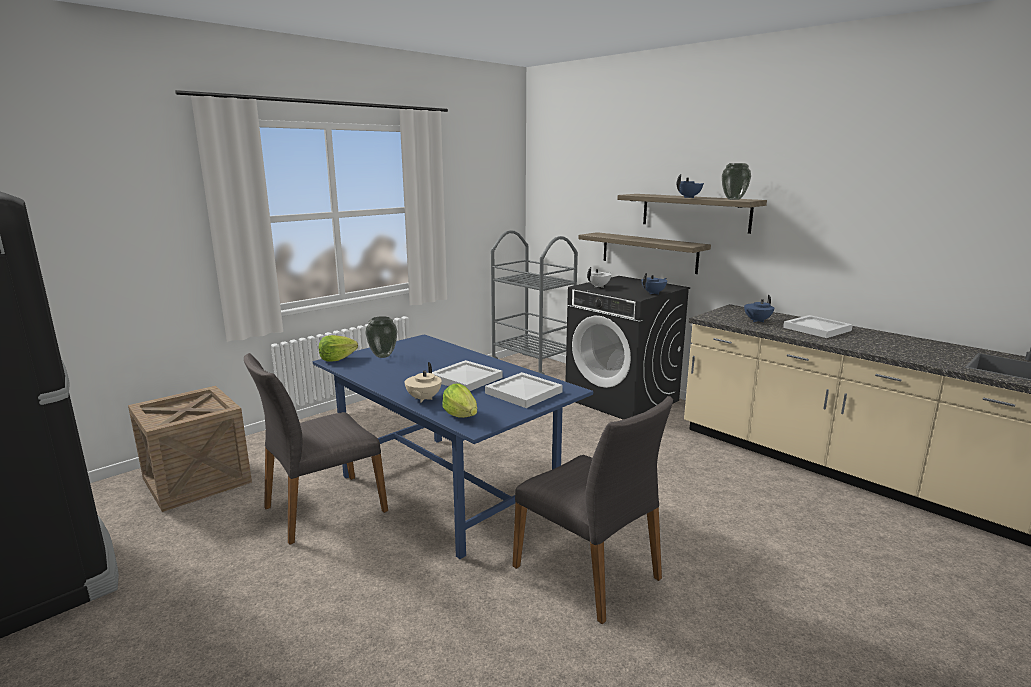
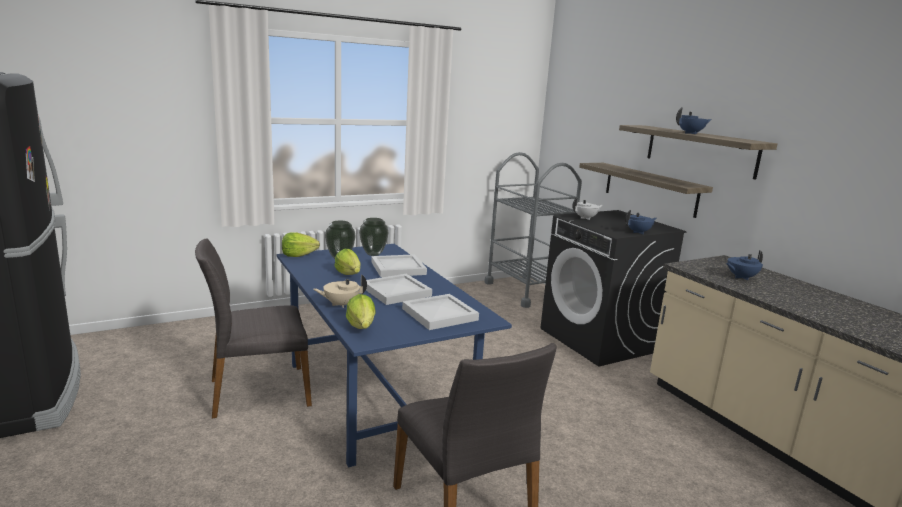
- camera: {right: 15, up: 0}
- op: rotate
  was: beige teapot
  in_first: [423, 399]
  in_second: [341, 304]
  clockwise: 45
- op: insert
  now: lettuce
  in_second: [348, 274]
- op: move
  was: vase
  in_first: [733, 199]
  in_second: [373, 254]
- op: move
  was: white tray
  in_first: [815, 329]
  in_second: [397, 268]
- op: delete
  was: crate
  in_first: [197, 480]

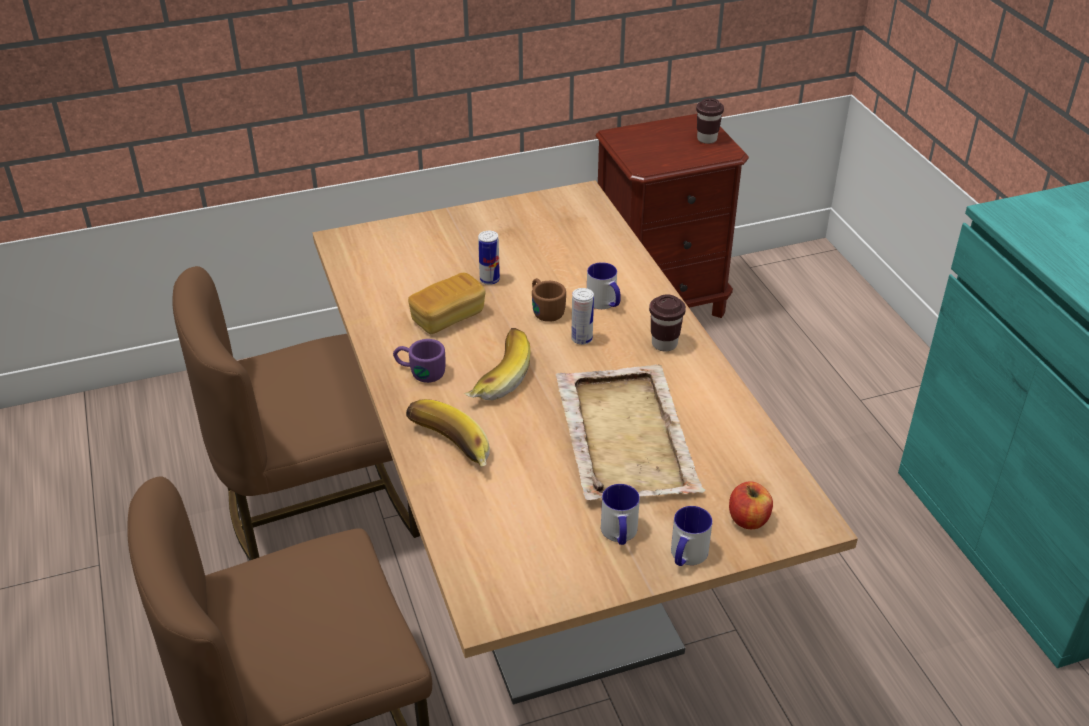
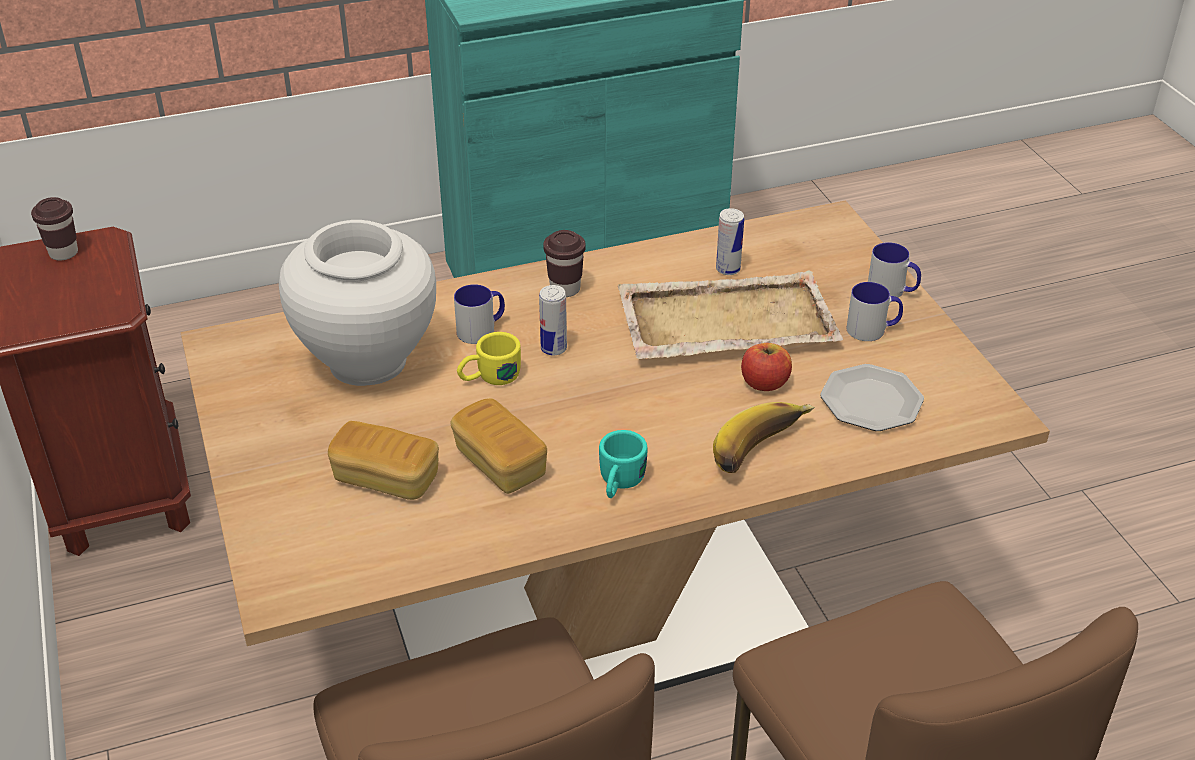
- camera: {right: -90, up: 0}
- op: insert
  now: white vase
  in_second: [368, 362]
- op: insert
  now: bread
  in_second: [386, 478]
- op: recolor
  was: brown mug
  now: yellow mug
  in_first: [544, 309]
  in_second: [489, 378]
- op: recolor
  was: purple mug
  now: turquoise mug
  in_first: [419, 372]
  in_second: [619, 484]
- op: move
  was: can
  in_first: [489, 280]
  in_second: [728, 269]
- op: move
  was: apple
  in_first: [748, 519]
  in_second: [764, 383]
- op: insert
  now: plate
  in_second: [871, 400]
- op: delete
  was: banana
  in_first: [495, 376]

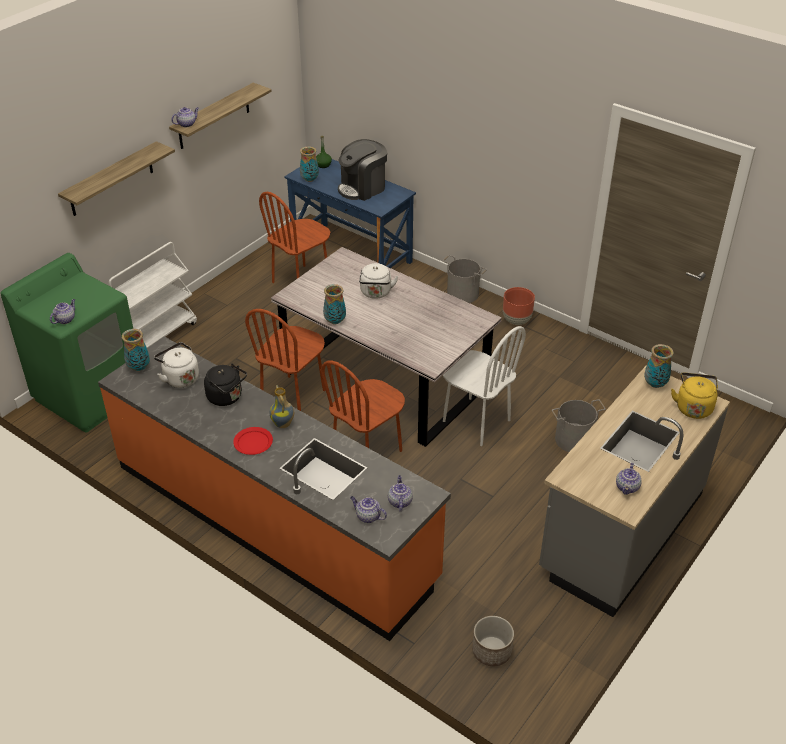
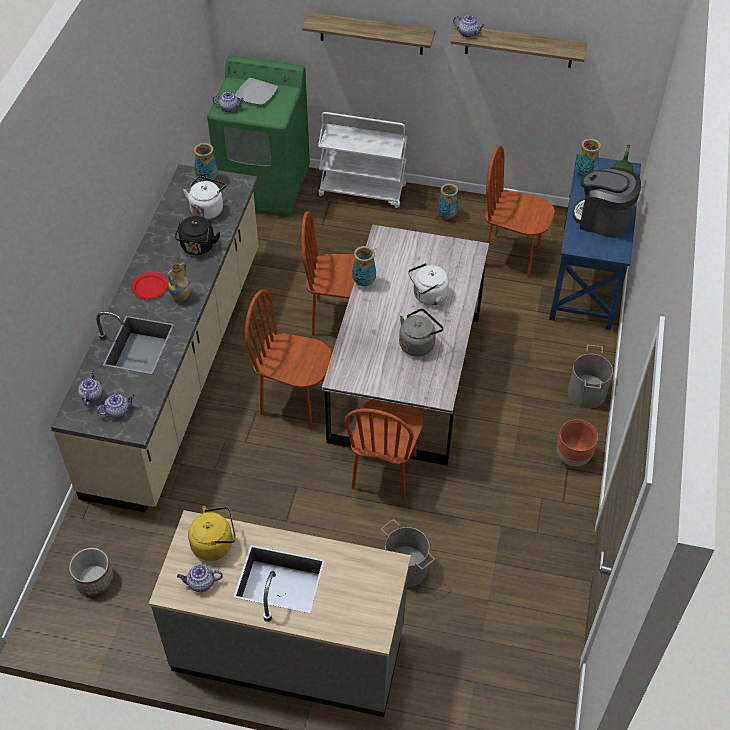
- camera: {right: 65, up: 10}
- op: recolor
  was: orange counter
  now: beige counter
  in_first: [274, 521]
  in_second: [178, 367]
- op: move
  was: yellow kettle
  in_first: [693, 407]
  in_second: [215, 544]
- op: insert
  now: plate
  in_second: [256, 94]
- op: recolor
  was: white chair
  now: brown chair
  in_first: [476, 422]
  in_second: [385, 472]
- op: insert
  now: grey kettle
  in_second: [418, 344]
- op: move
  was: vase
  in_first: [655, 384]
  in_second: [447, 216]

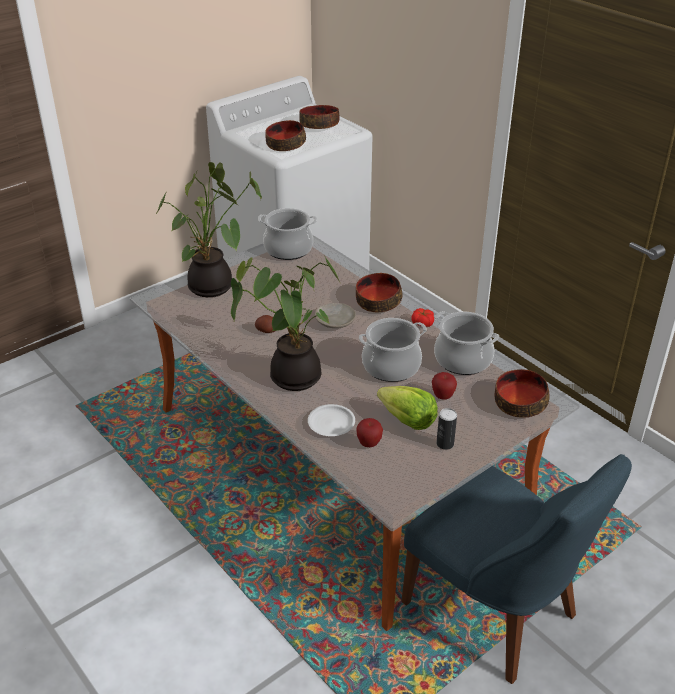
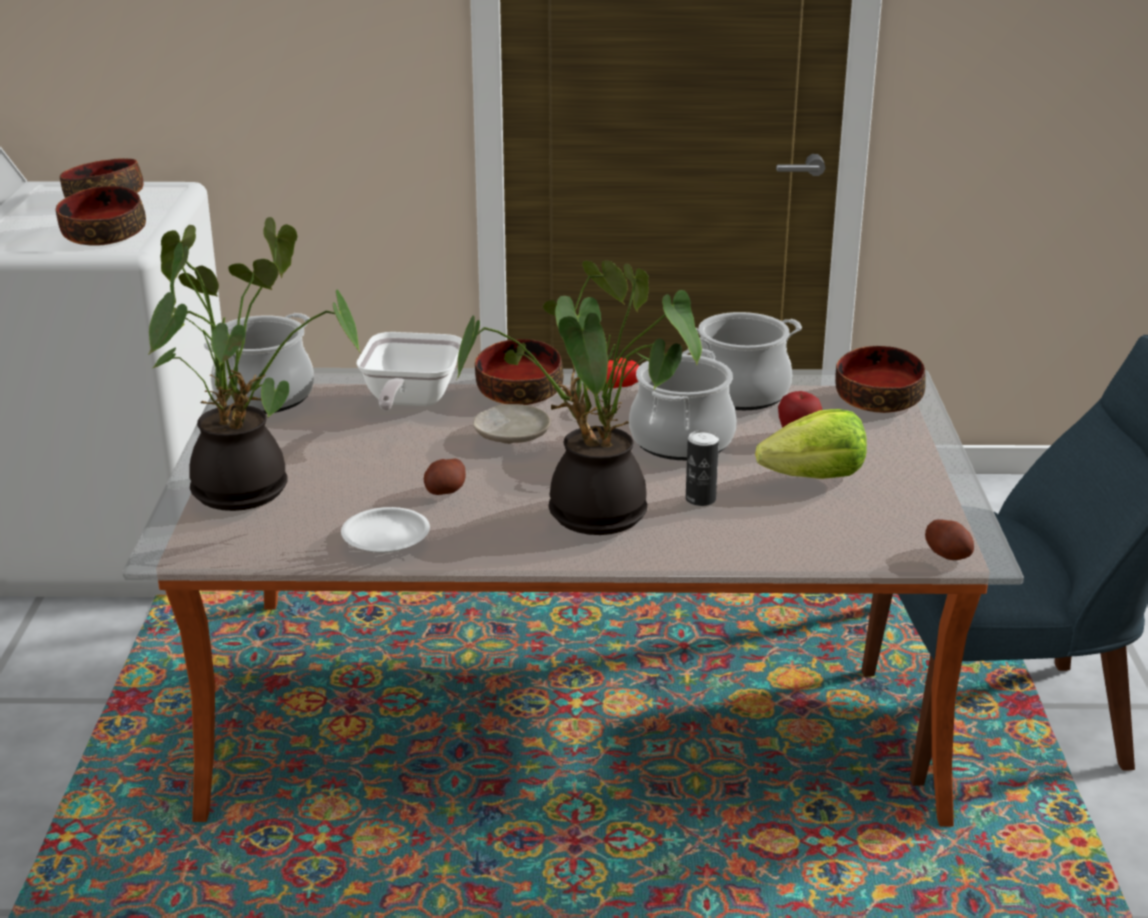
- camera: {right: -50, up: -10}
- op: move
  was: white plate
  in_first: [331, 423]
  in_second: [385, 536]
- op: insert
  now: frying pan
  in_second: [409, 402]
- op: move
  was: can
  in_first: [445, 444]
  in_second: [700, 499]
- op: insert
  now: potato
  in_second: [948, 554]
- op: delete
  was: apple
  in_first: [369, 443]

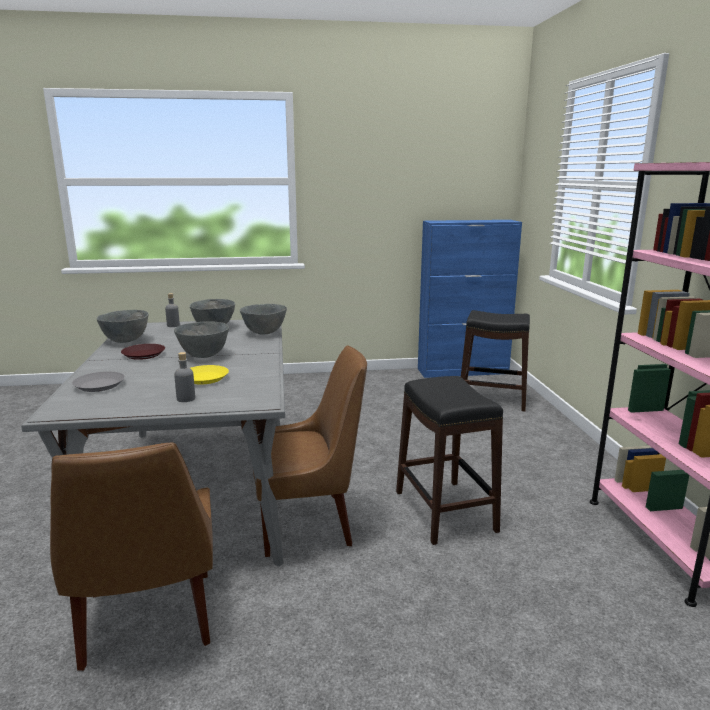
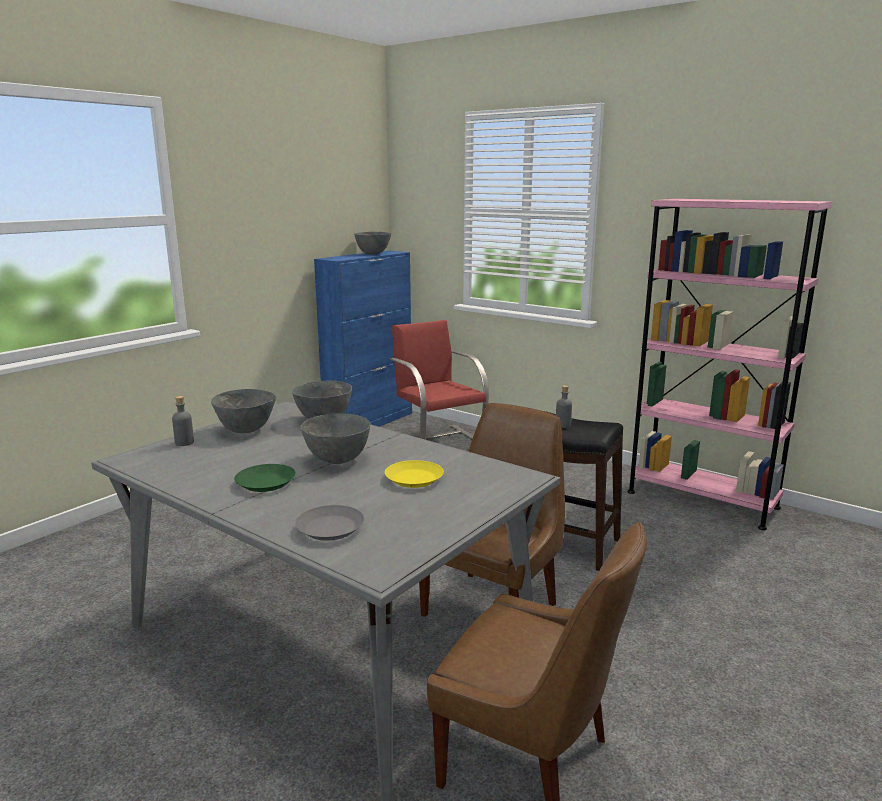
- camera: {right: -45, up: 0}
- op: recolor
  was: brown plate
  now: green plate
  in_first: [143, 355]
  in_second: [265, 483]
- op: move
  was: grey bowl
  in_first: [125, 341]
  in_second: [373, 254]
- op: replace
  was: black stool
  now: red chair
  in_first: [492, 399]
  in_second: [438, 440]
- op: move
  was: grey bottle
  in_first: [186, 399]
  in_second: [563, 425]

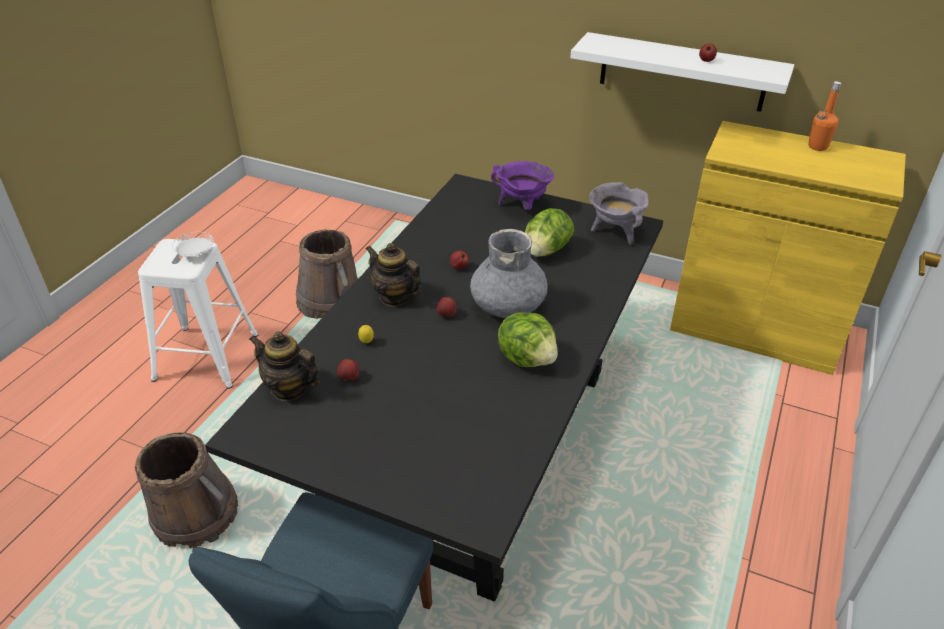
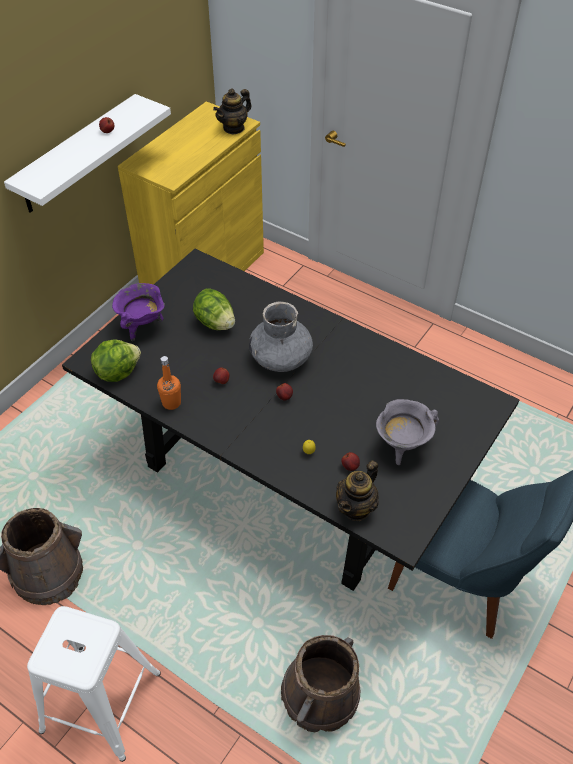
- camera: {right: -80, up: 10}
- op: move
  was: lettuce
  in_first: [527, 358]
  in_second: [117, 372]
- op: move
  was: orange bottle
  in_first: [817, 147]
  in_second: [171, 403]
- op: move
  was: teapot
  in_first: [395, 296]
  in_second: [234, 128]
- op: move
  was: grey cooking pot
  in_first: [615, 232]
  in_second: [402, 446]
- op: delete
  was: white plate
  in_first: [196, 253]

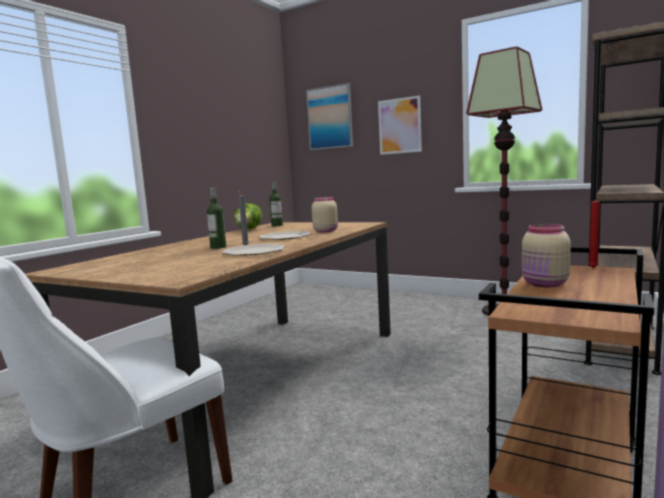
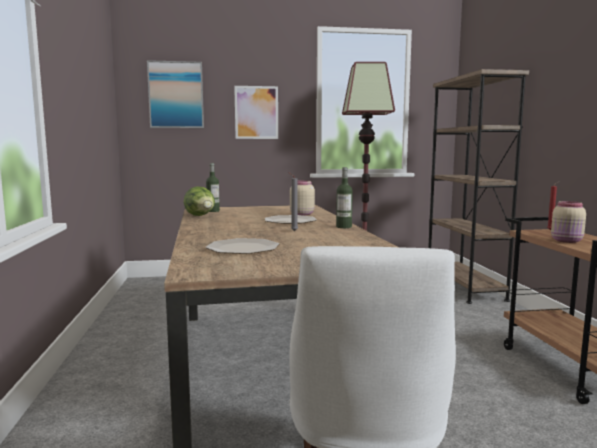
- camera: {right: -40, up: 0}
- op: move
  was: plate
  in_first: [253, 252]
  in_second: [242, 248]
- op: move
  was: bottle
  in_first: [218, 247]
  in_second: [344, 227]

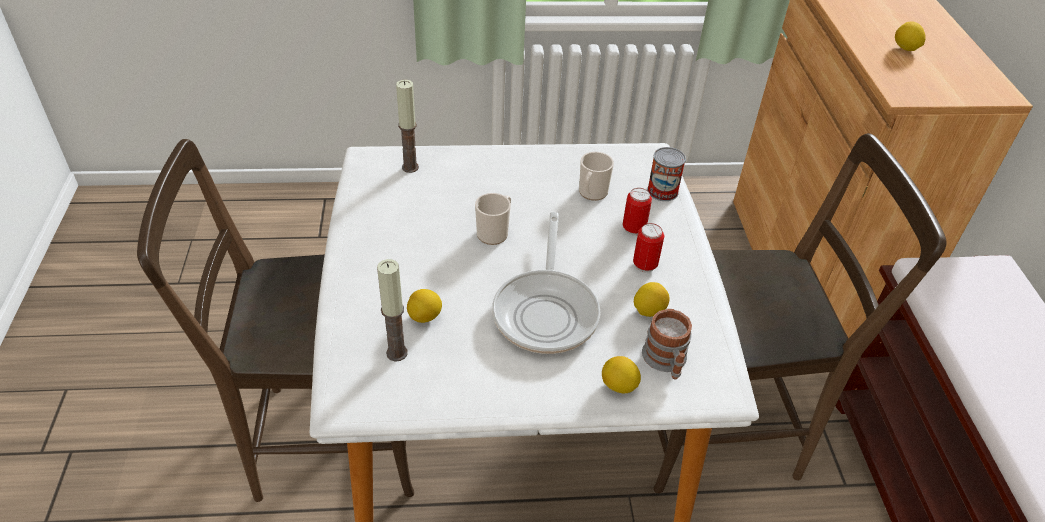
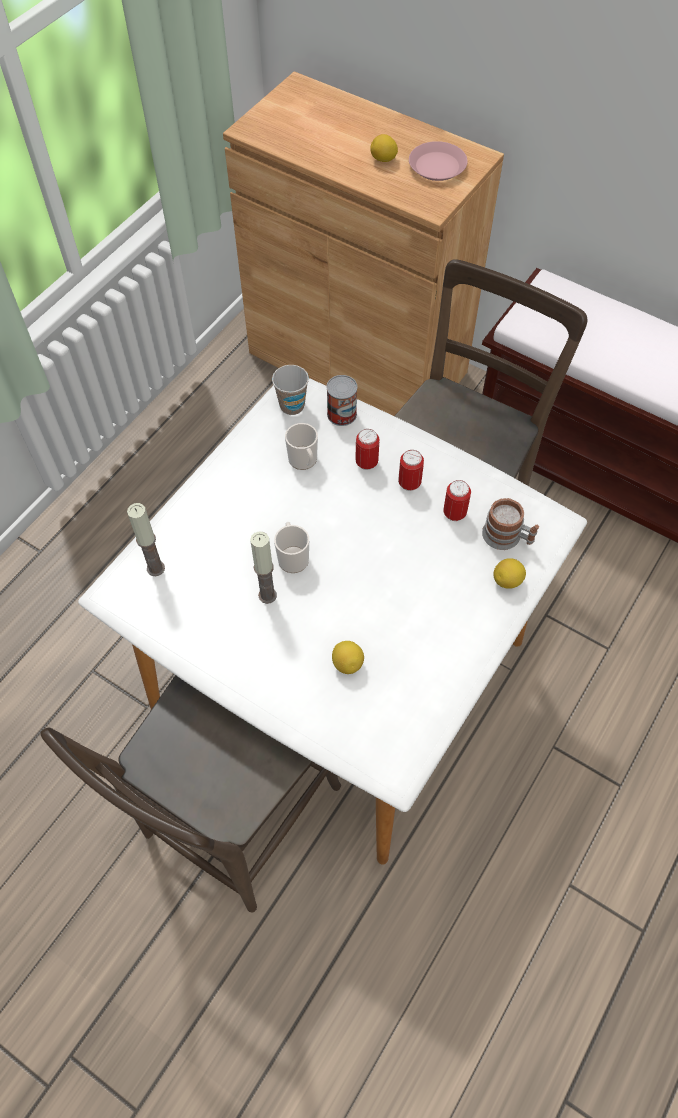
- camera: {right: -50, up: 15}
- op: move
  was: candle
  in_first: [397, 353]
  in_second: [267, 595]
- op: insert
  now: cup
  in_second: [292, 406]
- op: insert
  now: pink plate
  in_second: [437, 166]
- op: replace
  was: lemon
  now: can
  in_first: [648, 310]
  in_second: [454, 513]
- op: delete
  was: frying pan
  in_first: [547, 310]

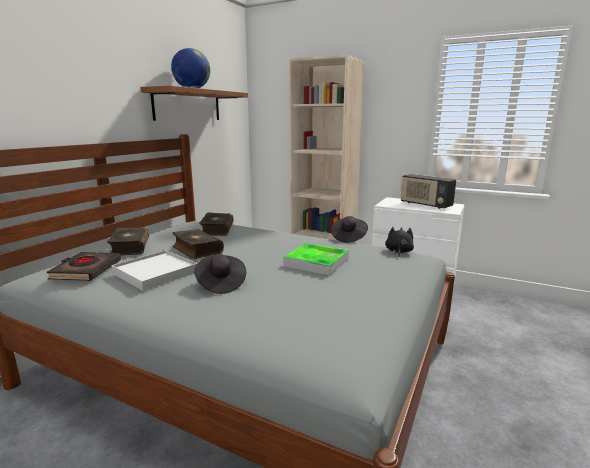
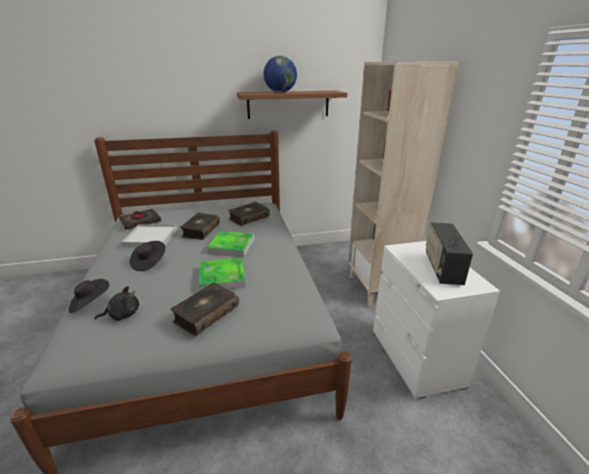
- camera: {right: 50, up: 10}
- op: move
  was: black hat
  in_first: [348, 237]
  in_second: [90, 303]
- op: move
  was: black plush toy
  in_first: [398, 252]
  in_second: [122, 314]
- op: move
  was: book
  in_first: [129, 248]
  in_second: [206, 314]
- op: insert
  now: tray
  in_second: [231, 246]

